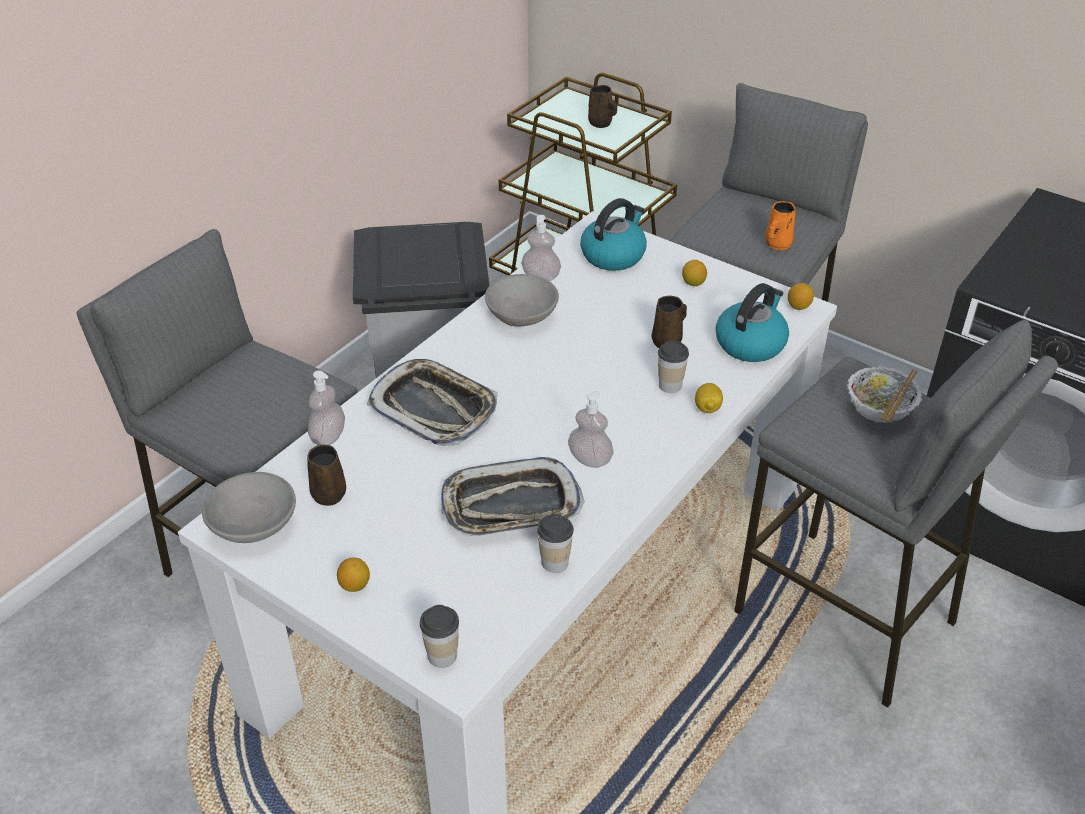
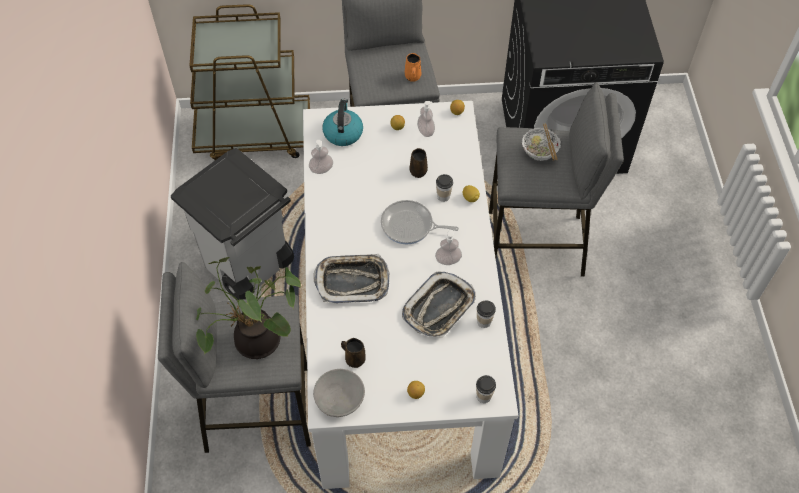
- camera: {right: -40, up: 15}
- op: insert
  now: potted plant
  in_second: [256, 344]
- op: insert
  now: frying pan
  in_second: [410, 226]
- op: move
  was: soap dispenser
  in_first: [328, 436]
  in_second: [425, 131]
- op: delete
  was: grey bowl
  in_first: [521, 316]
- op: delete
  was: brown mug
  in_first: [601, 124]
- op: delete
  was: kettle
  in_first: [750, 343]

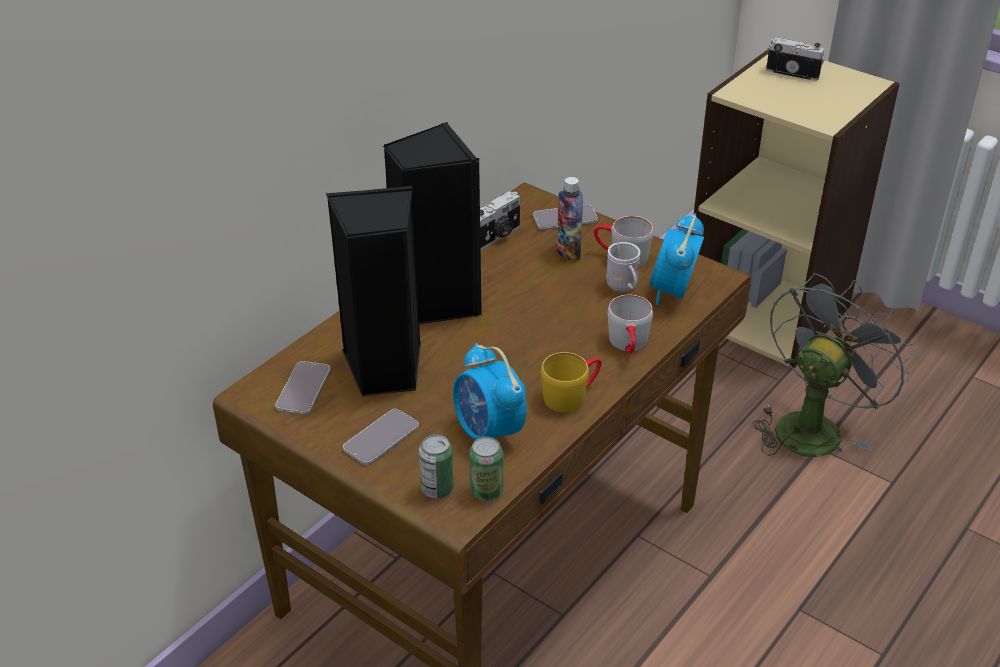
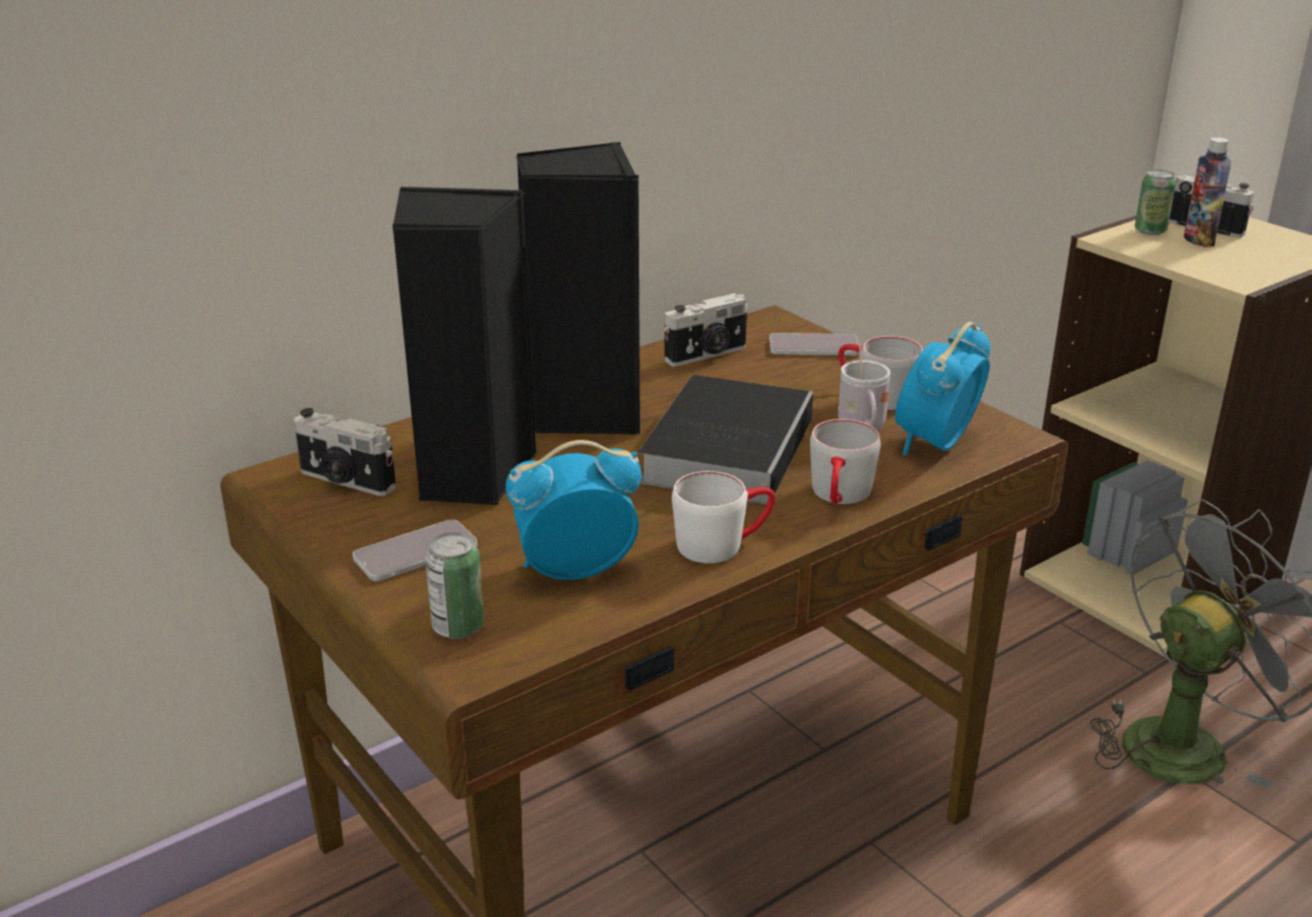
- camera: {right: 15, up: -10}
- op: replace
  was: phone
  now: photo camera
  in_first: [303, 389]
  in_second: [345, 481]
- op: rotate
  was: alarm clock
  in_first: [489, 433]
  in_second: [574, 570]
  clockwise: 90
- op: insert
  now: book
  in_second: [728, 447]
- op: recolor
  was: yellow mug
  now: white mug
  in_first: [571, 395]
  in_second: [723, 543]
- op: move
  was: can
  in_first: [486, 491]
  in_second: [1150, 231]
- op: move
  was: bottle
  in_first: [568, 252]
  in_second: [1198, 241]

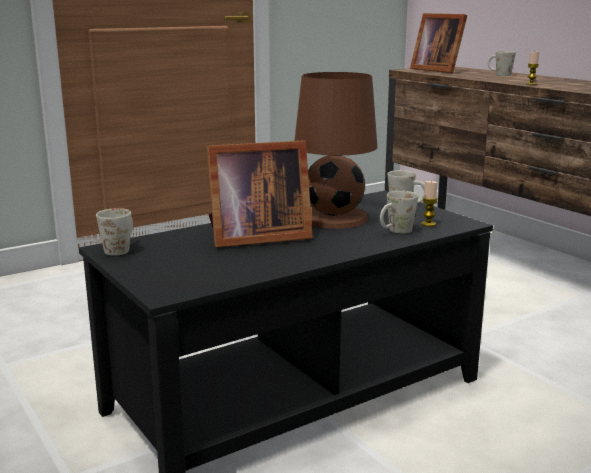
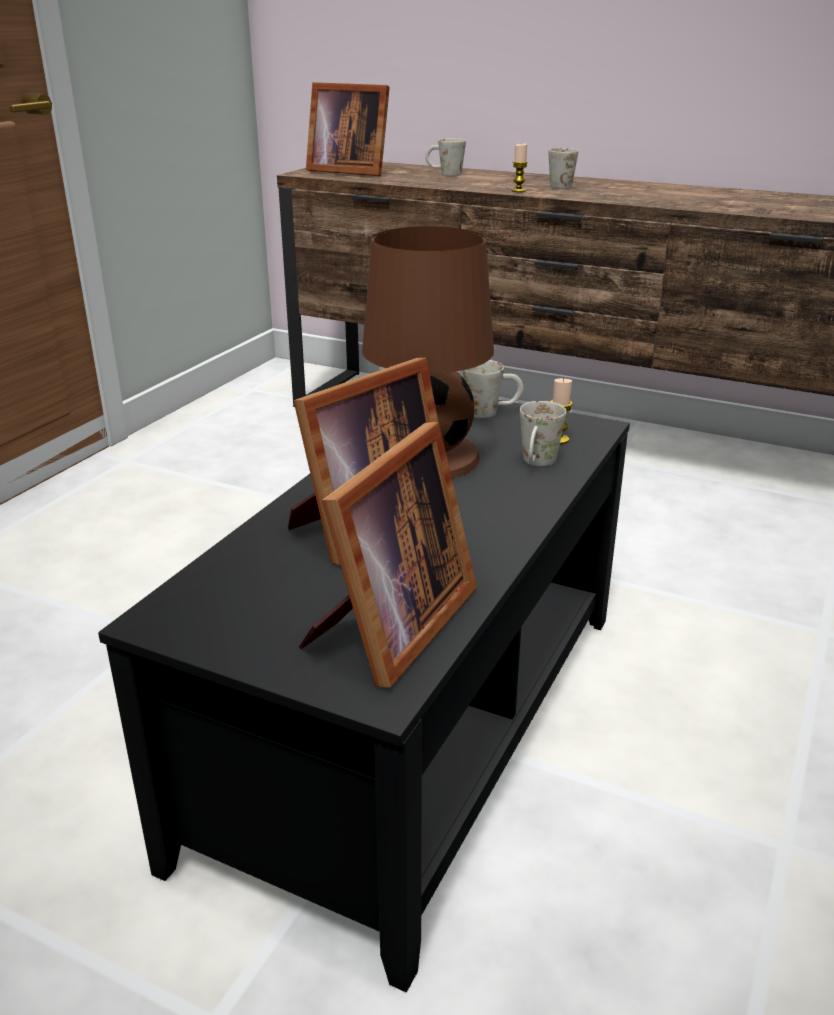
- camera: {right: -30, up: 10}
- op: insert
  now: picture frame
  in_second: [390, 628]
- op: move
  was: white mug
  in_first: [120, 248]
  in_second: [557, 185]

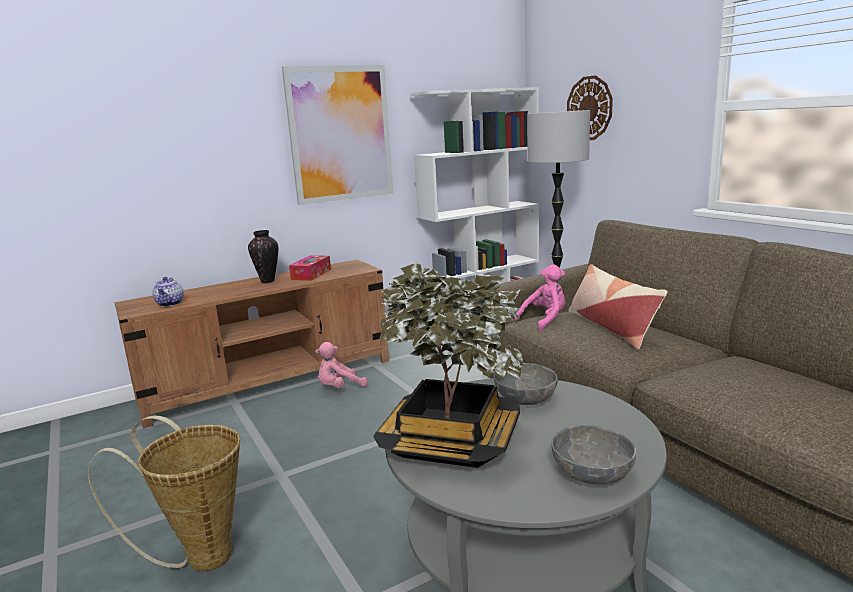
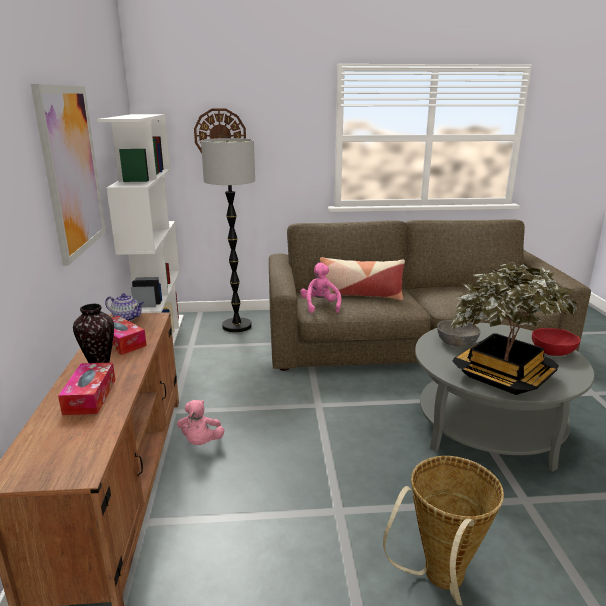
- camera: {right: -65, up: 5}
- op: insert
  now: tissue box
  in_second: [90, 396]
- op: move
  was: teapot
  in_first: [170, 304]
  in_second: [127, 318]
- op: recolor
  was: grey bowl
  now: red bowl
  in_first: [592, 474]
  in_second: [553, 352]

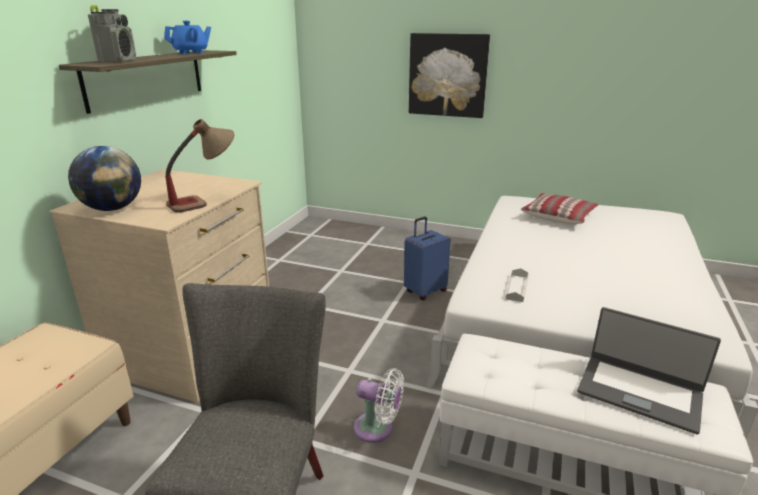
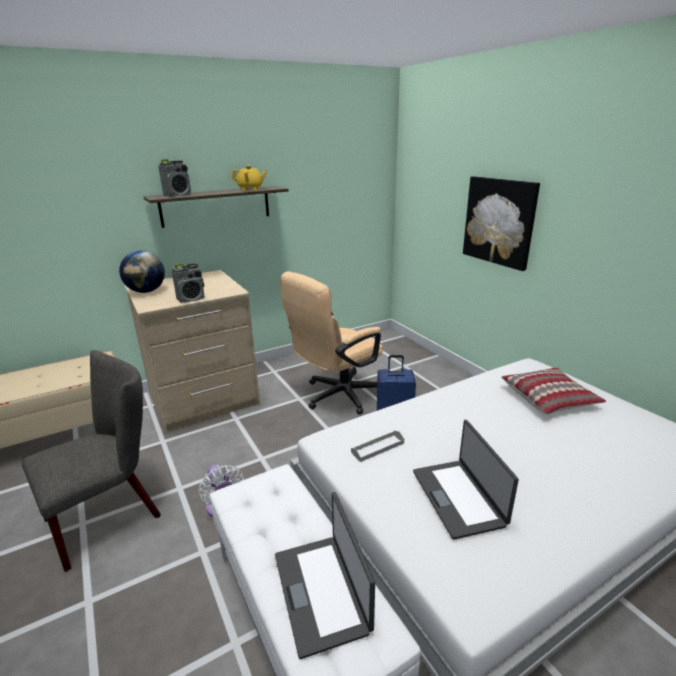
- camera: {right: 40, up: 0}
- op: replace
  was: table lamp
  now: radio
  in_first: [205, 201]
  in_second: [191, 299]
- op: recolor
  was: blue teapot
  now: yellow teapot
  in_first: [191, 53]
  in_second: [250, 189]
- op: insert
  now: beige office chair
  in_second: [337, 396]
- op: insert
  now: laptop
  in_second: [459, 497]

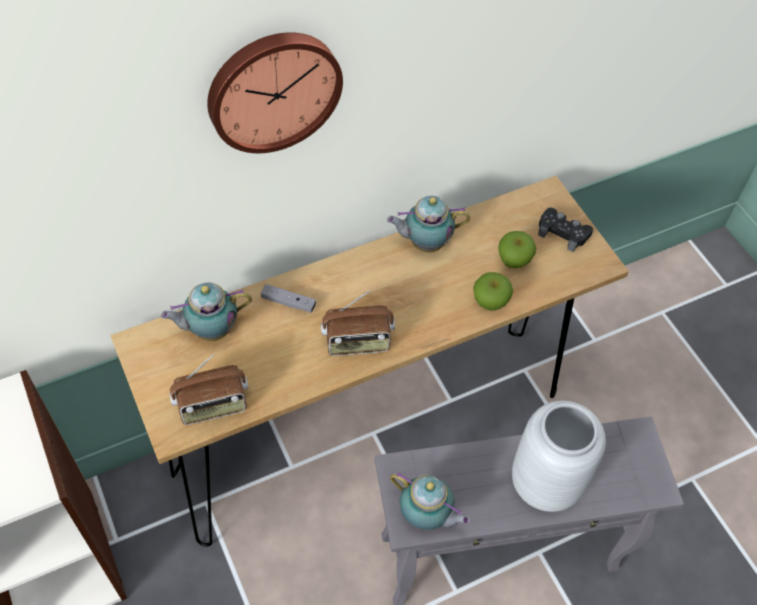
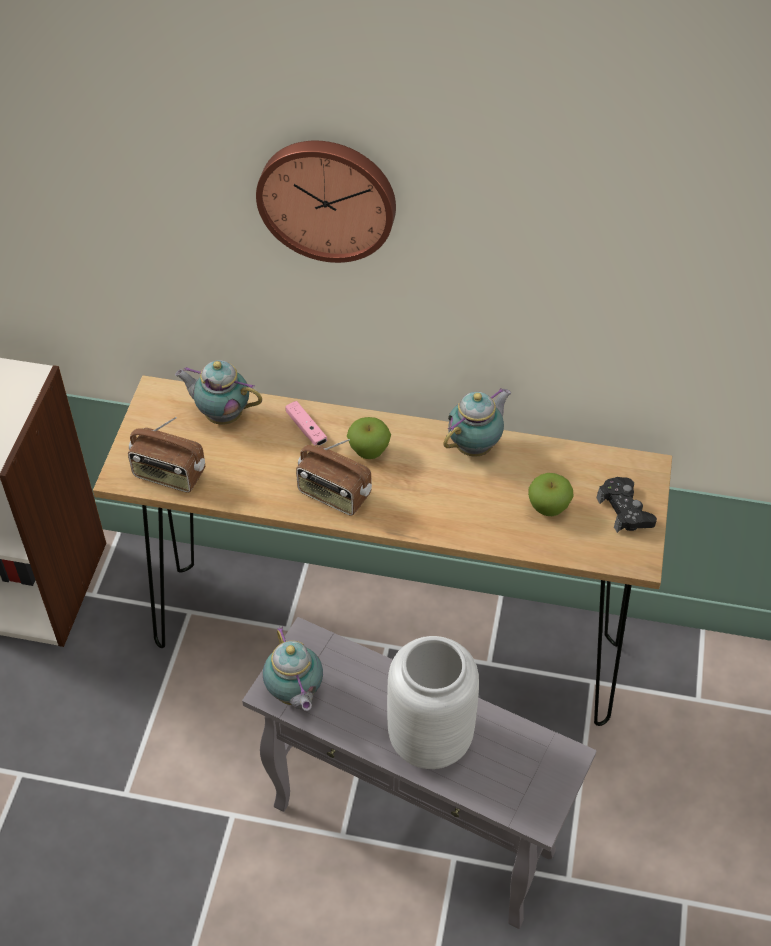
- camera: {right: 40, up: -5}
- op: recolor
  was: grey game controller
  now: pink game controller
  in_first: [288, 302]
  in_second: [306, 429]
- op: move
  was: apple
  in_first: [490, 302]
  in_second: [369, 451]
- op: rotate
  was: teapot
  in_first: [424, 243]
  in_second: [476, 446]
  clockwise: 105

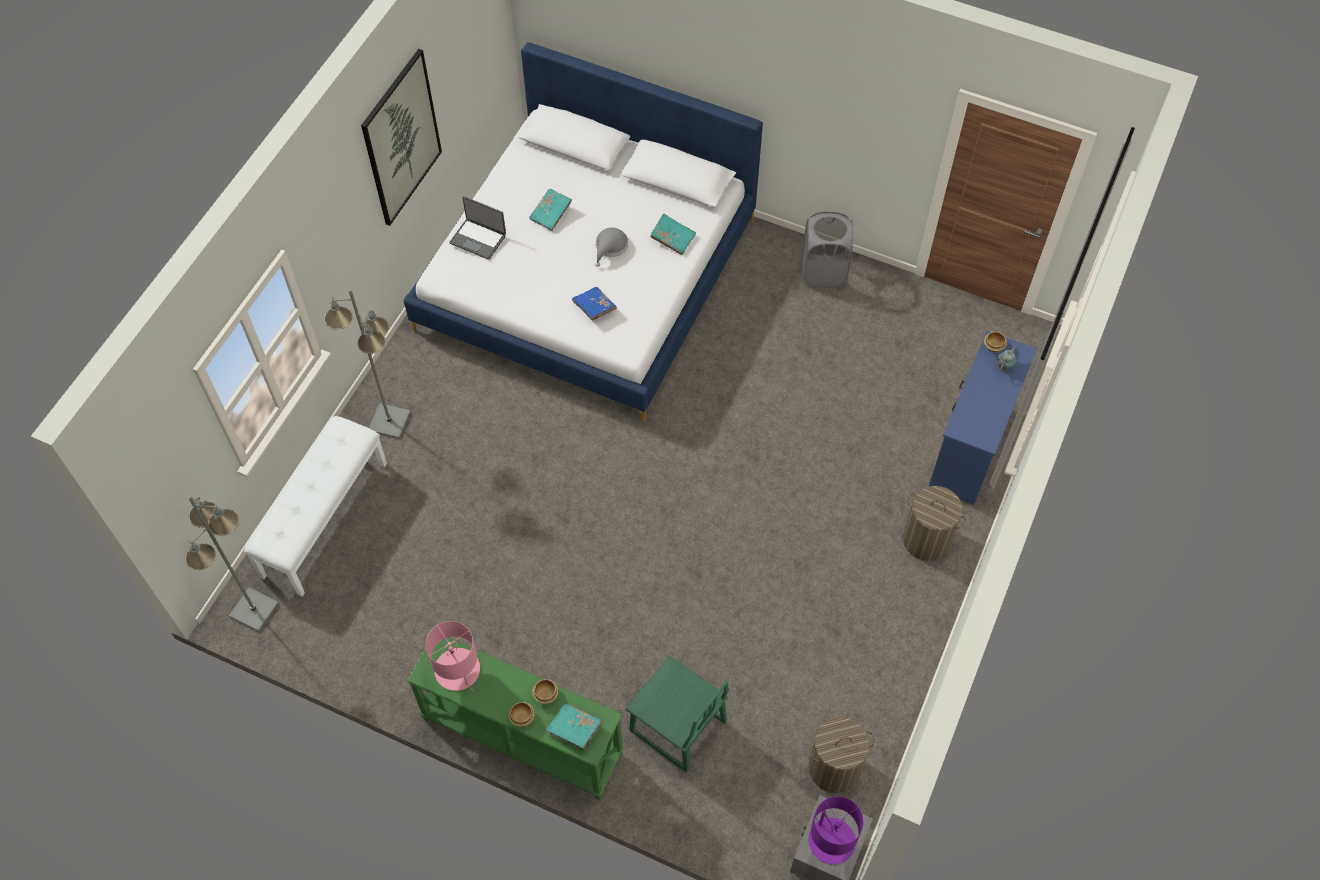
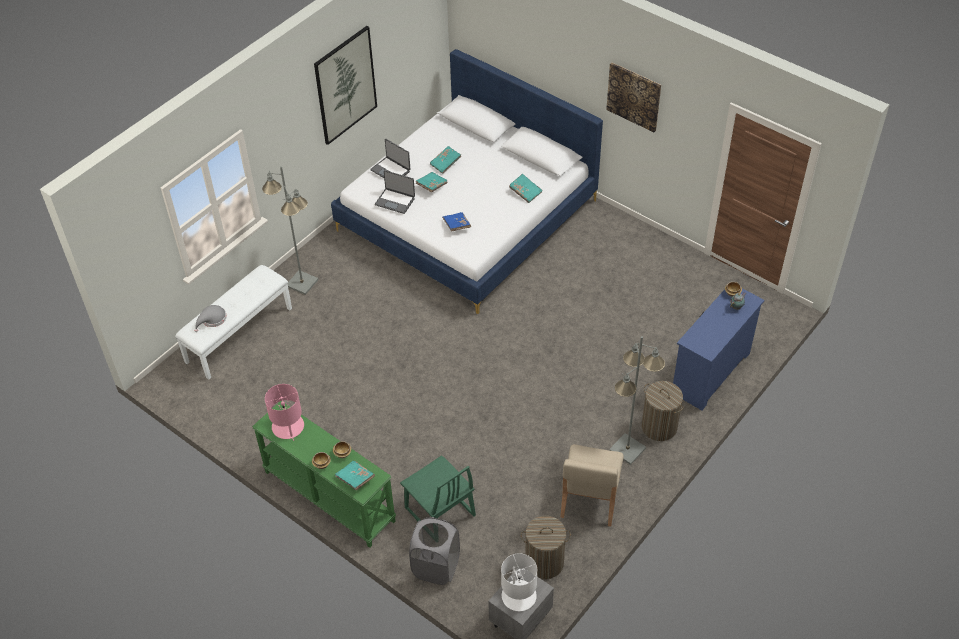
- camera: {right: 15, up: -10}
- op: move
  was: grey hat
  in_first: [610, 247]
  in_second: [212, 319]
- op: insert
  now: laptop
  in_second: [395, 201]
- op: move
  was: grey laundry basket
  in_first: [823, 271]
  in_second: [436, 567]
- op: insert
  now: turquoise book
  in_second: [431, 185]
- op: recolor
  was: purple table lamp
  now: white table lamp
  in_first: [831, 840]
  in_second: [518, 595]
- op: insert
  now: beige chair
  in_second: [589, 498]
- op: insert
  now: picture
  in_second: [634, 96]
- op: move
  was: grey floor lamp
  in_first: [254, 611]
  in_second: [627, 450]

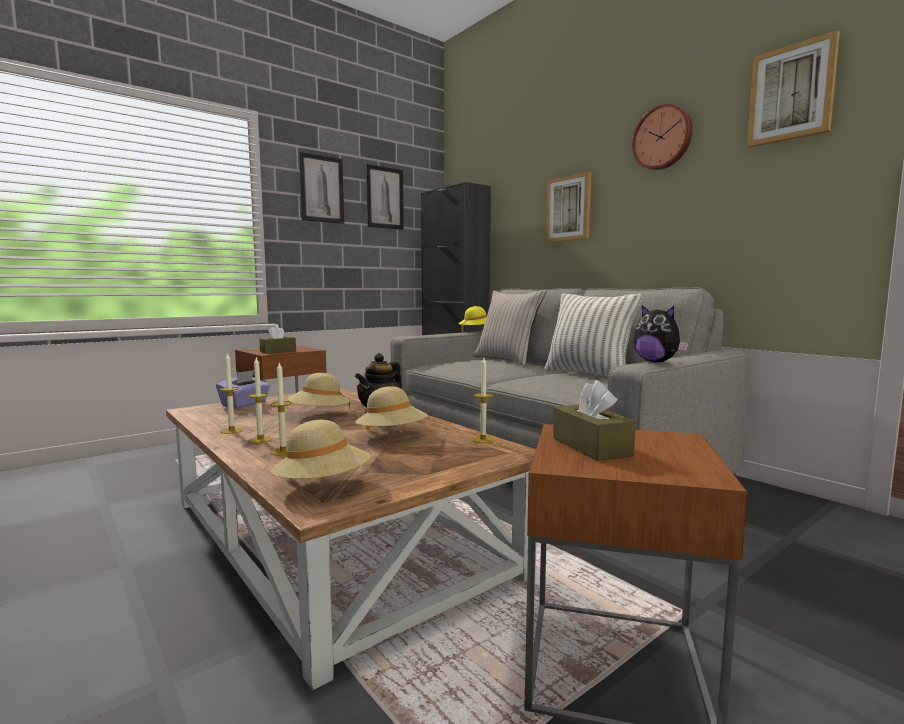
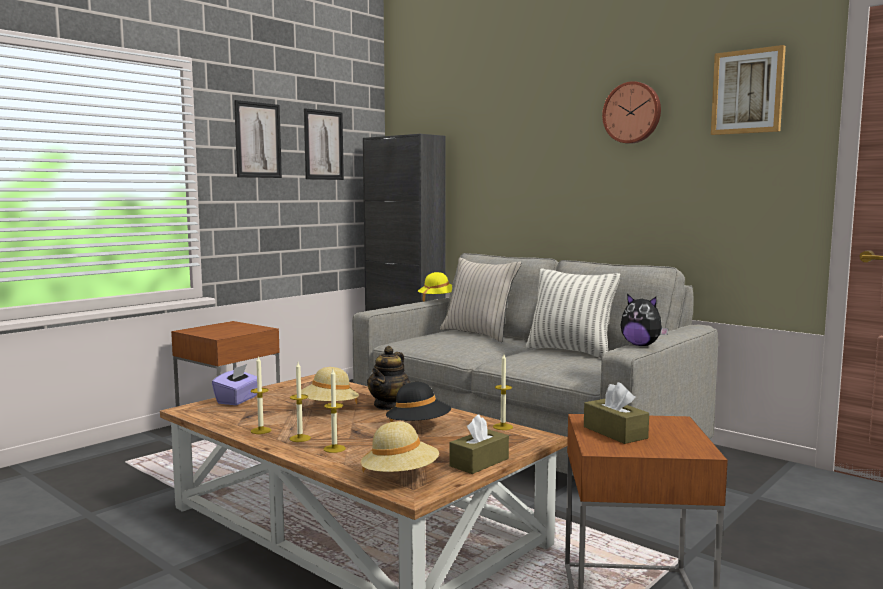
- camera: {right: -10, up: 0}
- op: recolor
  was: beige hat
  now: black hat
  in_first: [392, 435]
  in_second: [418, 427]
- op: move
  was: brown tissue box
  in_first: [278, 351]
  in_second: [479, 462]
- op: delete
  was: picture
  in_first: [569, 208]

